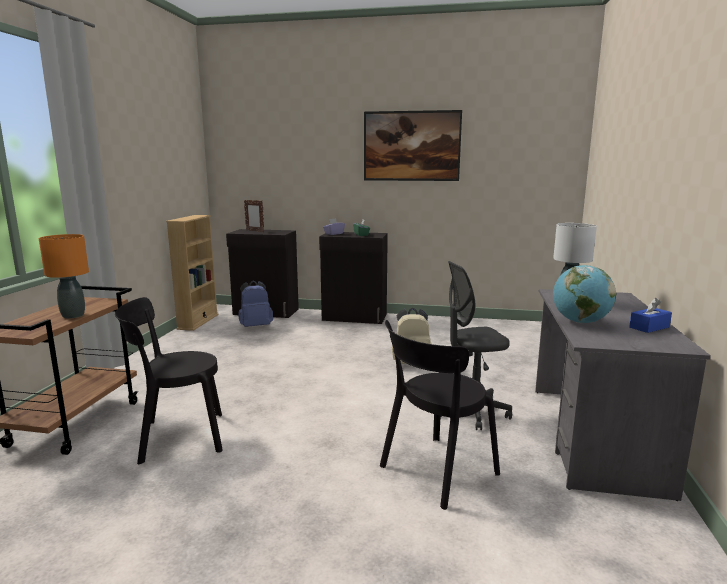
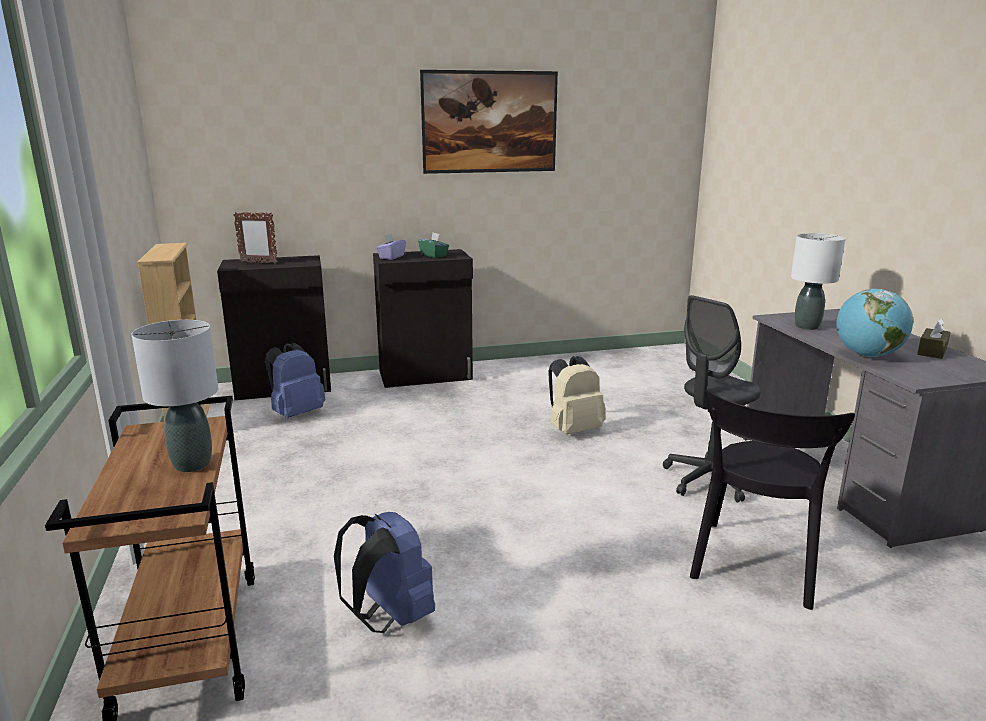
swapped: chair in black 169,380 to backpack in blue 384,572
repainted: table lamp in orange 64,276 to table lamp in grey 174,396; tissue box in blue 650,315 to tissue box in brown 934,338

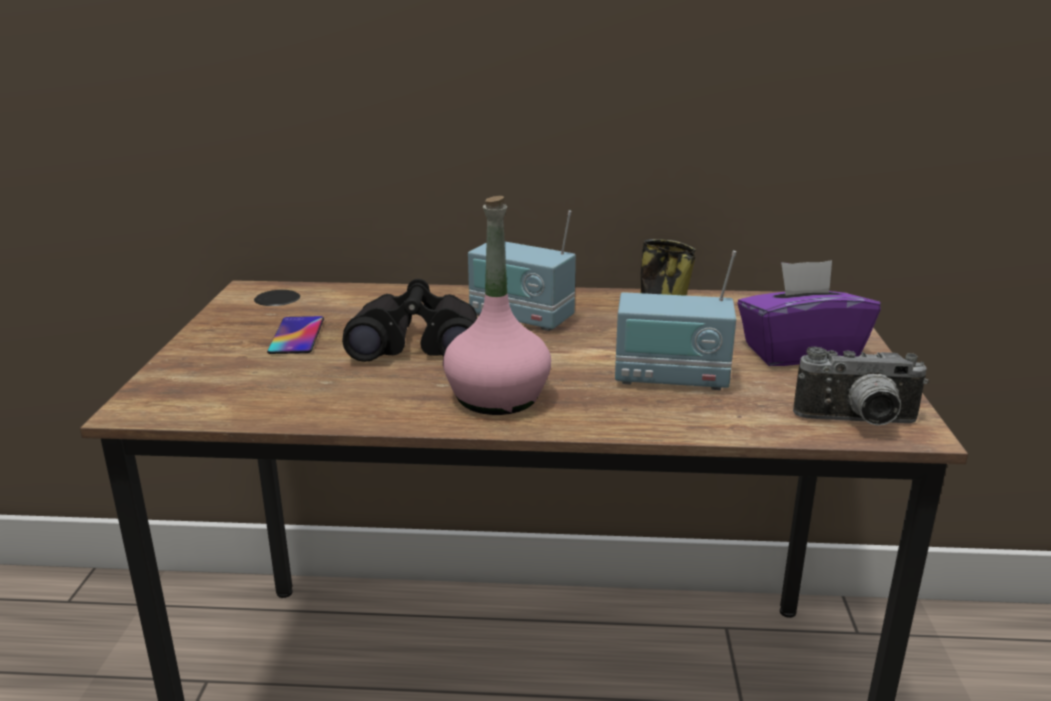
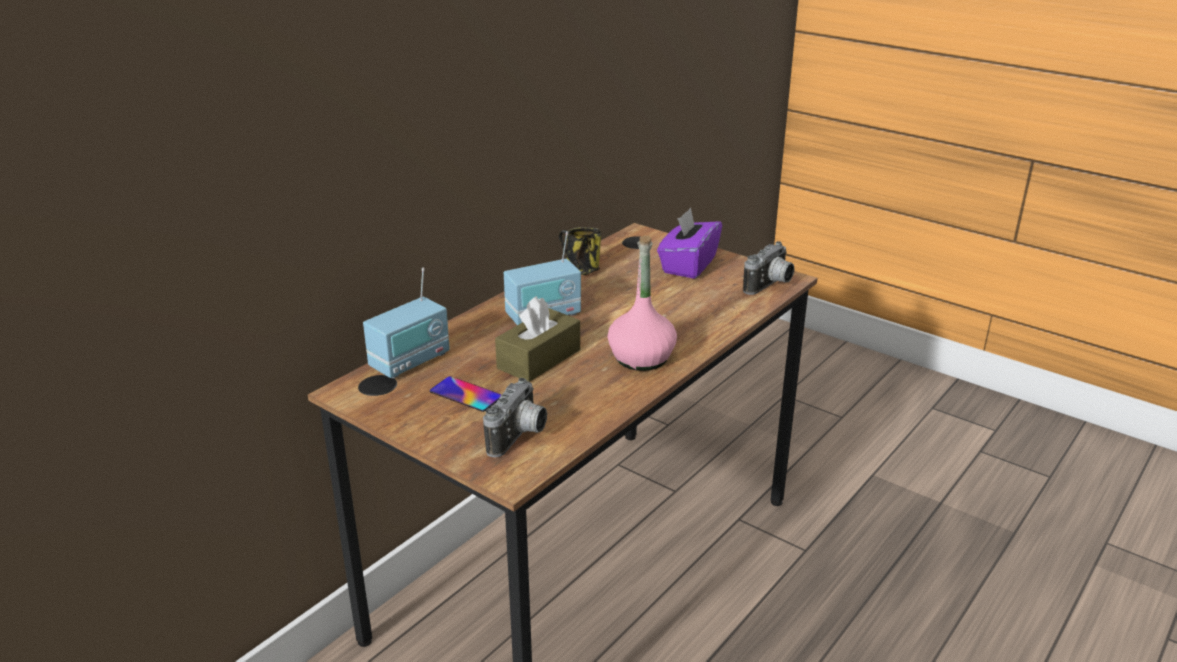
new: photo camera 515,417
shifted: radio 675,320 to 406,323
swapped: binoculars in black 409,320 to tissue box in brown 537,339

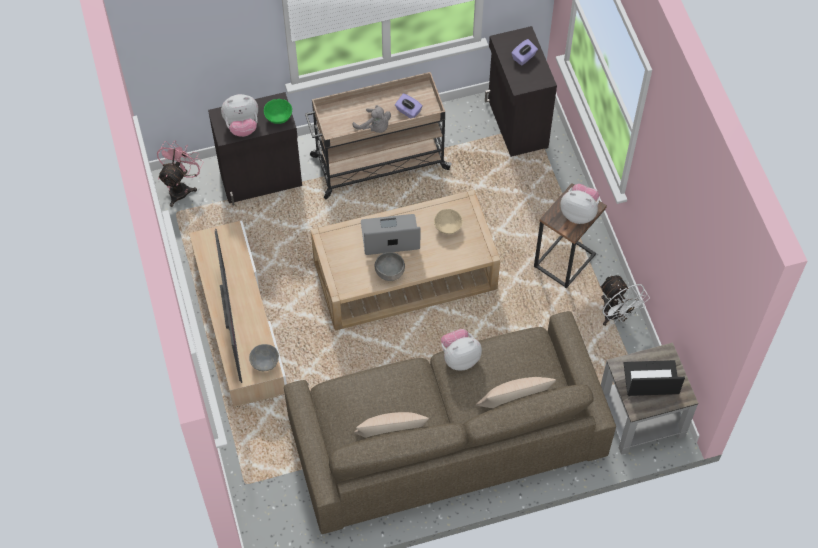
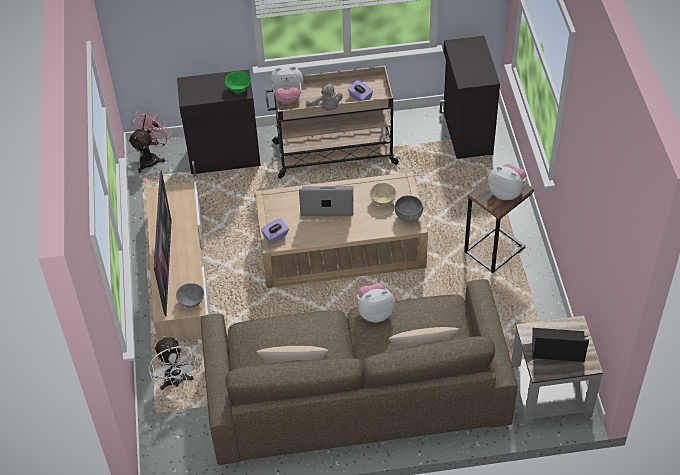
shifted: fan in white 625,300 to 173,363; tissue box in purple 524,52 to 275,231; plush toy 239,115 to 287,84; bowl in grey 390,266 to 408,208

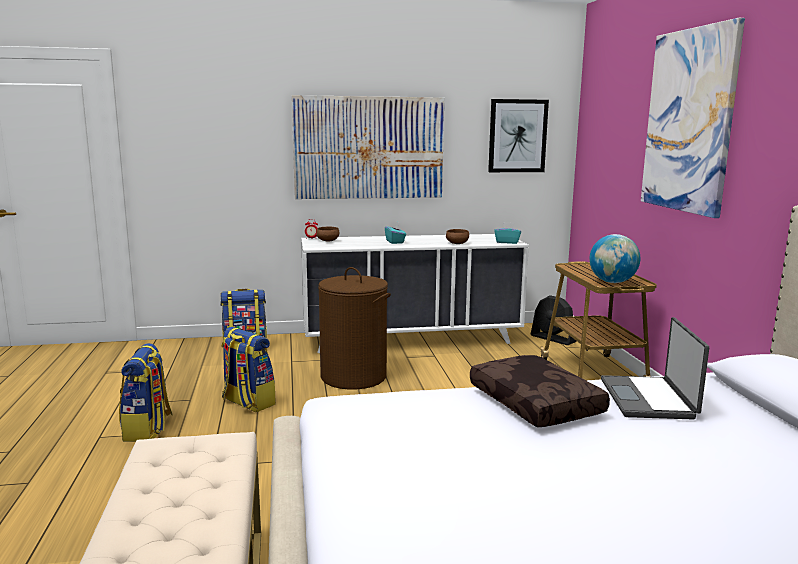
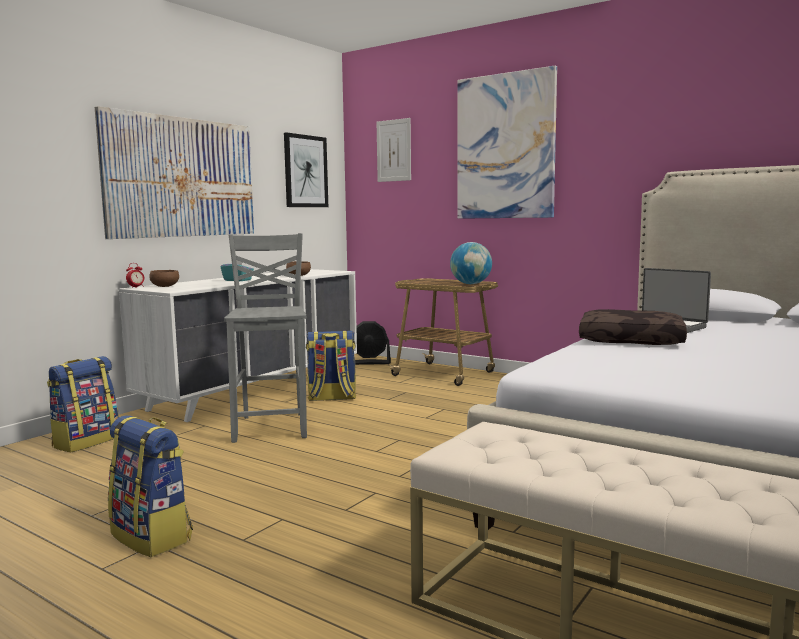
gone: tissue box in turquoise 507,233
new: picture 394,150
shifted: backpack 248,369 to 331,366
swapped: laundry basket in brown 354,328 to chair in grey 265,338

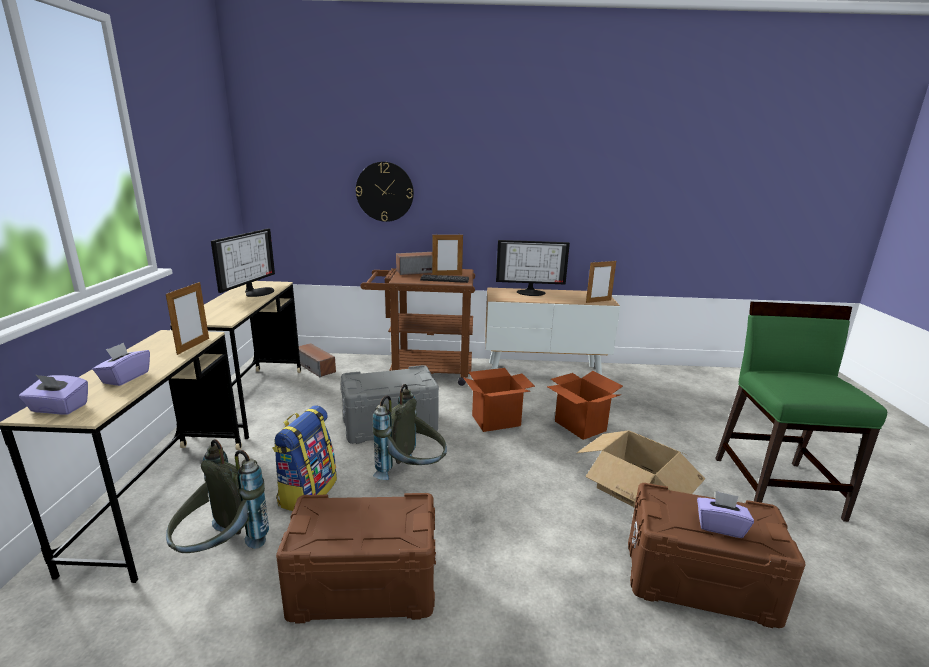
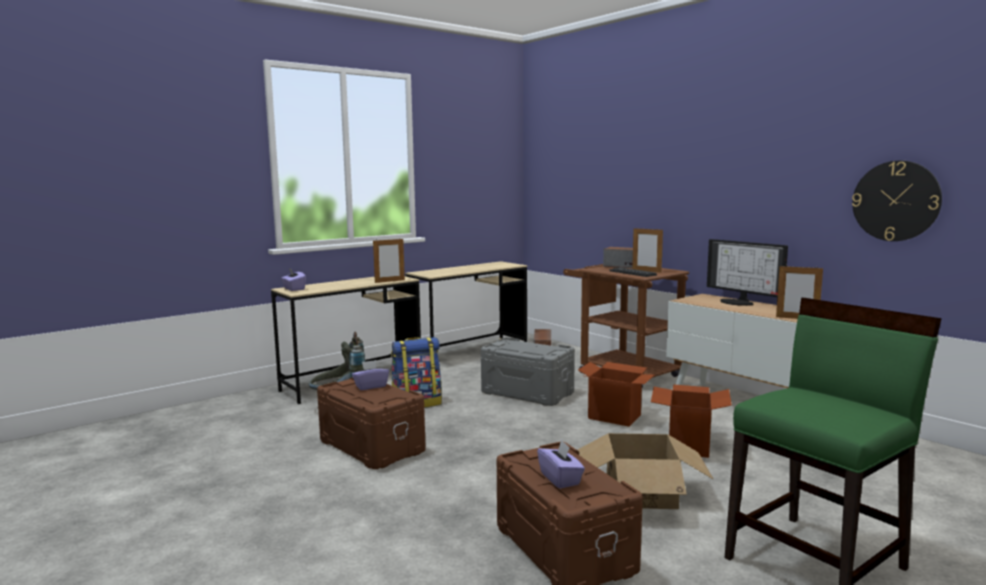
gone: monitor 243,262; backpack in grey 409,432
shifted: tissue box in purple 121,364 to 370,375; wall clock 385,192 to 897,201

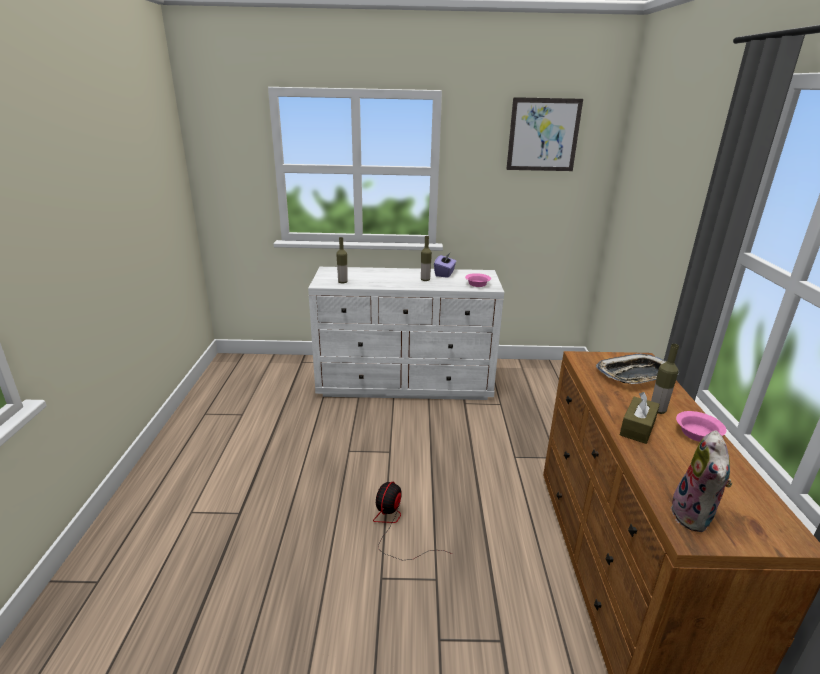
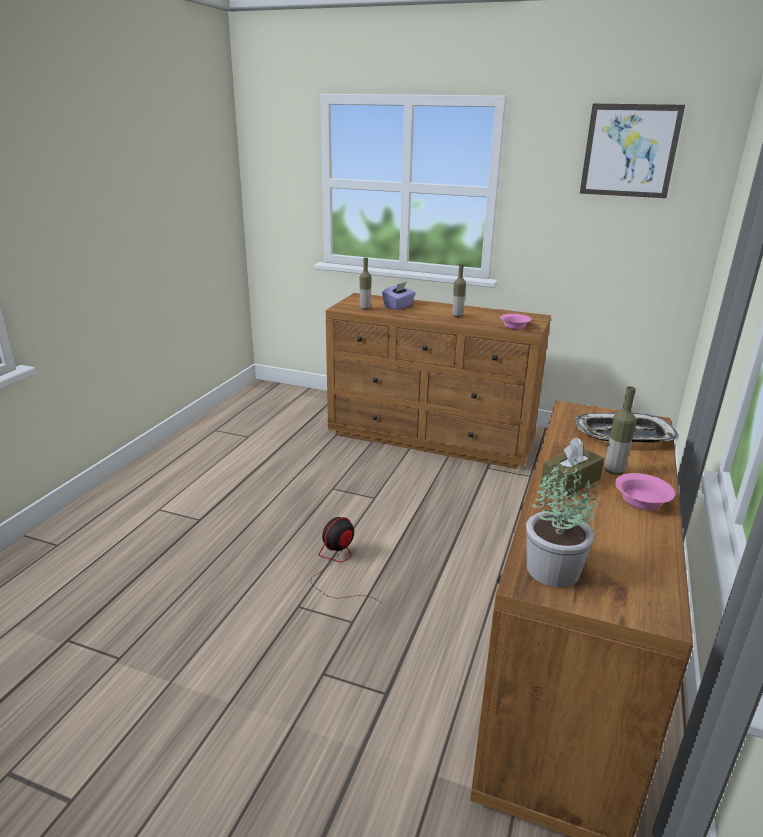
shifted: tissue box in purple 445,265 to 399,296
swapped: plush toy 701,481 to potted plant 561,523
repainted: dresser in white 406,333 to dresser in brown 438,381

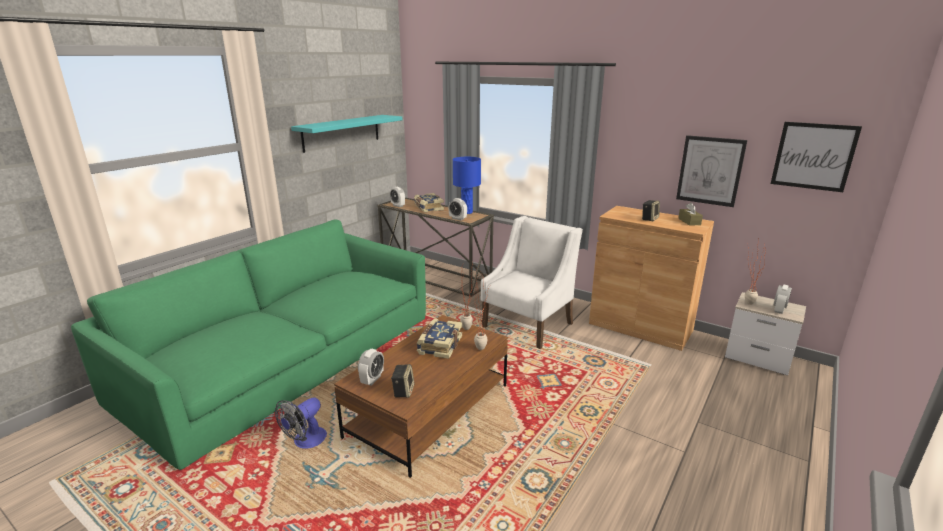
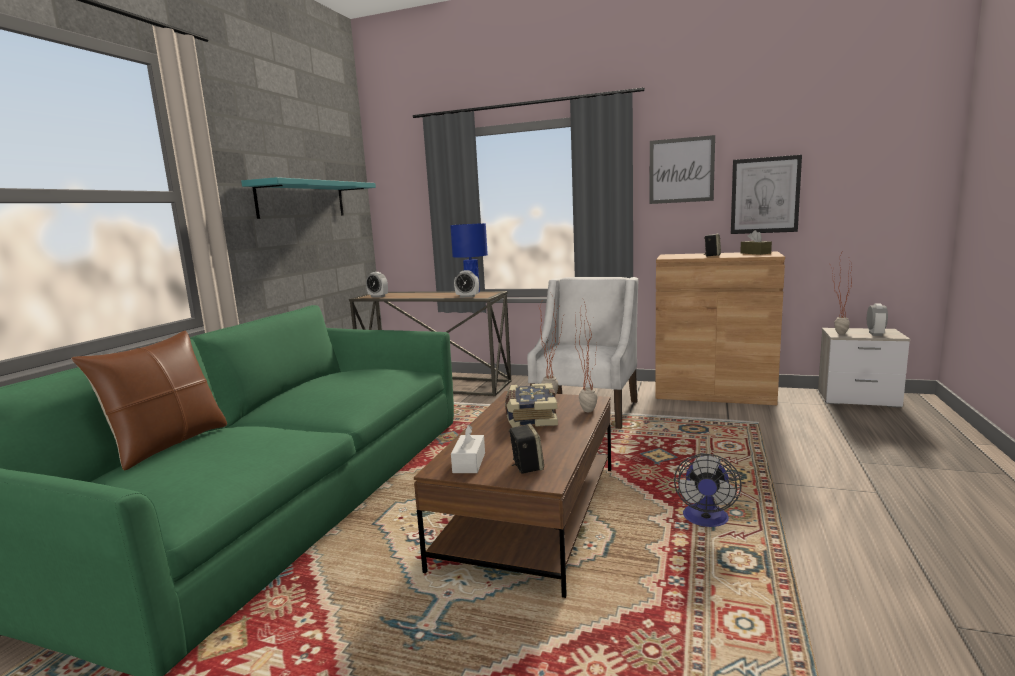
gone: book 429,202
new: pillow in brown 149,401
shifted: picture 816,157 to 682,169; fan 301,423 to 708,490
swapped: alarm clock 371,367 to tissue box in white 468,449

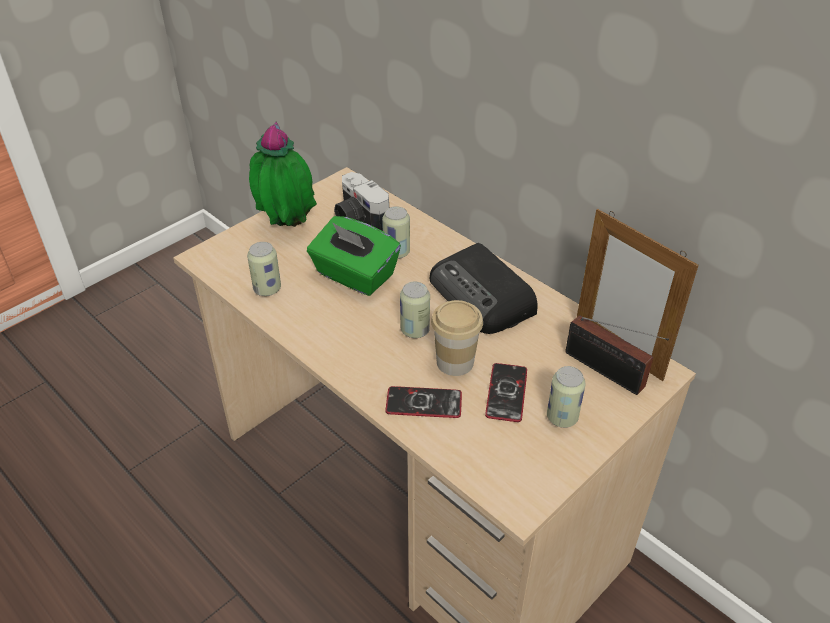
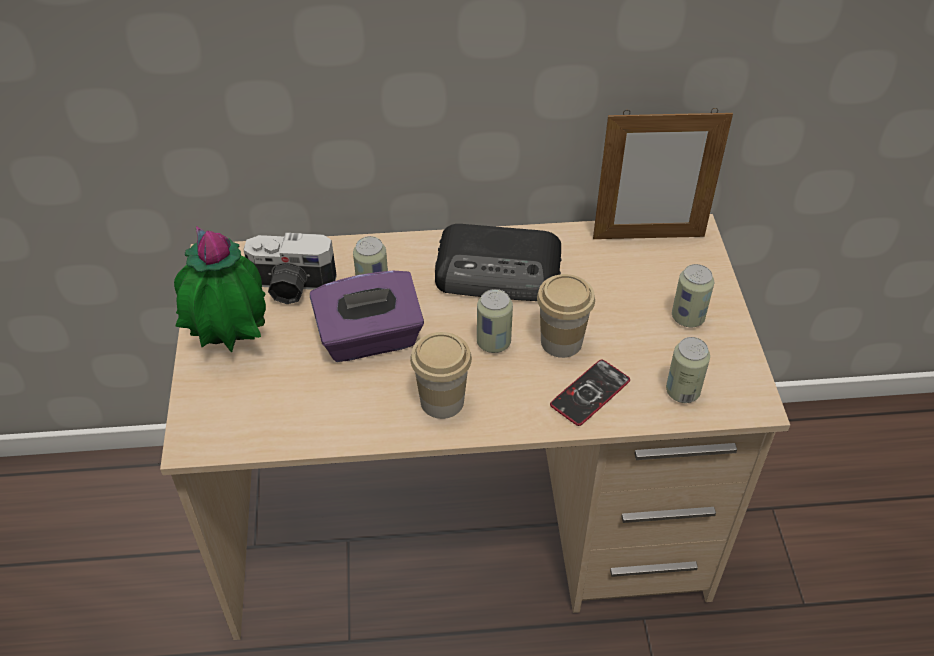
gone: phone 506,392; radio 617,355
new: cup 441,375
shifted: can 264,269 to 688,370
repainted: tissue box in green 354,256 to tissue box in purple 367,316

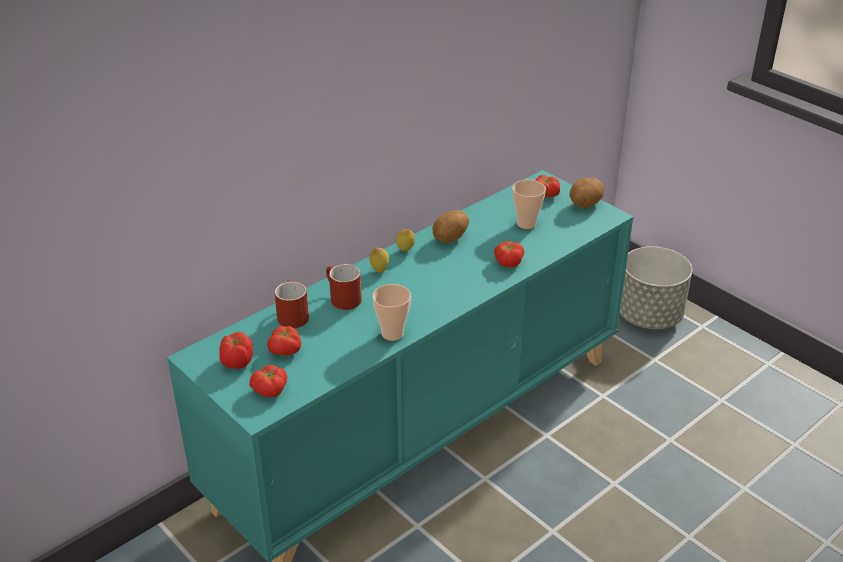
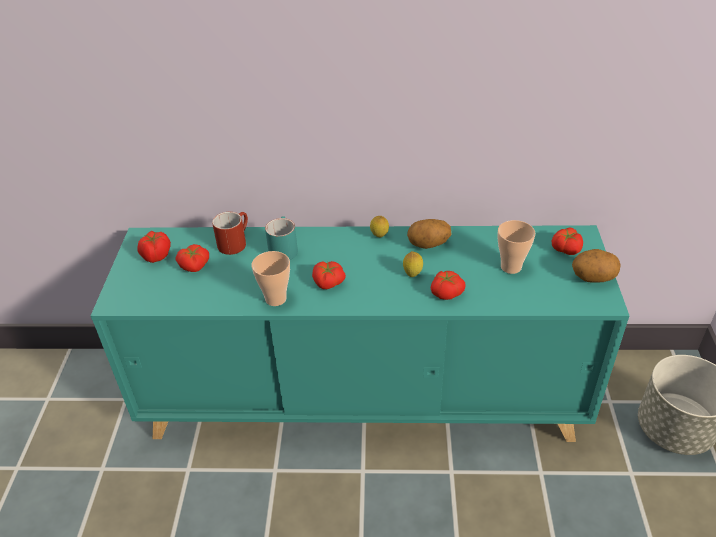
shifted: tomato 268,381 to 329,275; lemon 379,260 to 413,264
repainted: mug in red 344,287 to mug in turquoise 281,238

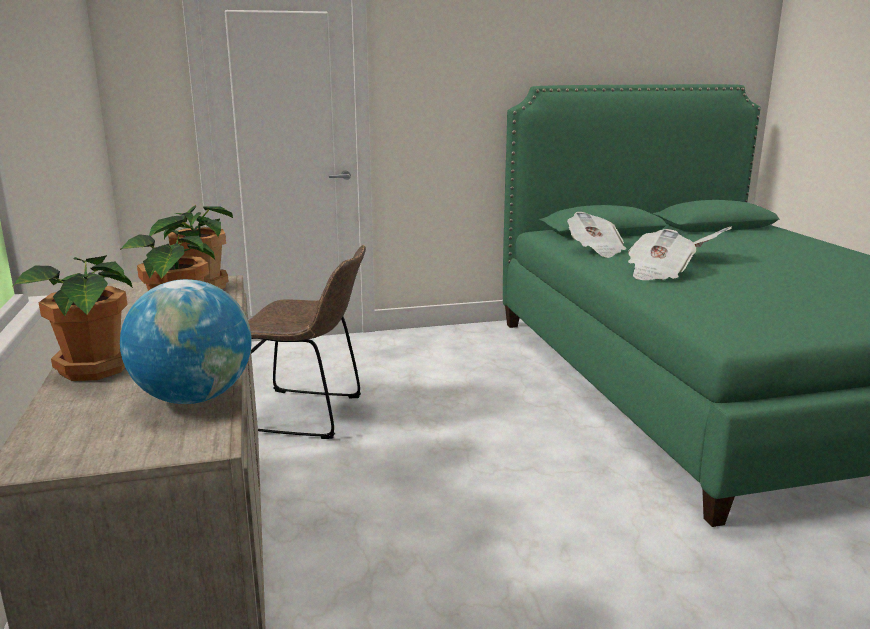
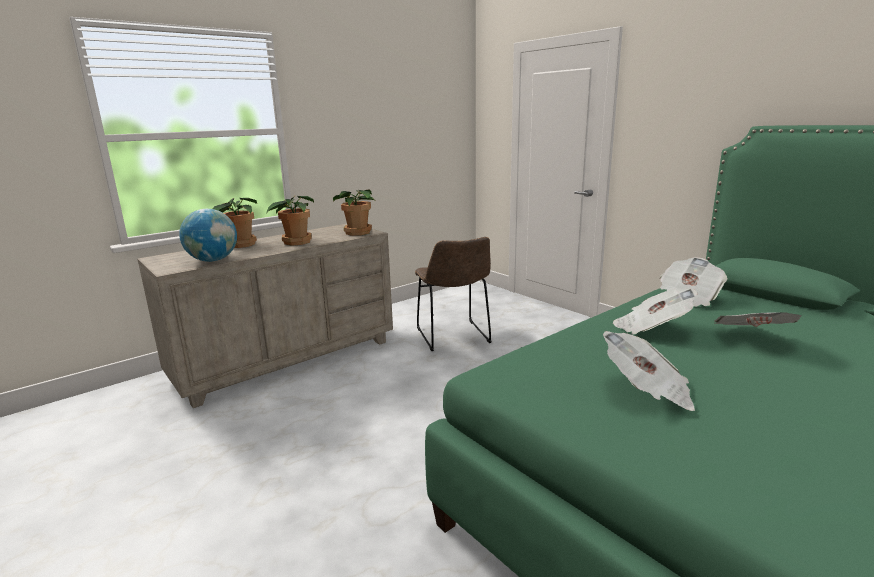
new: newspaper 649,371

